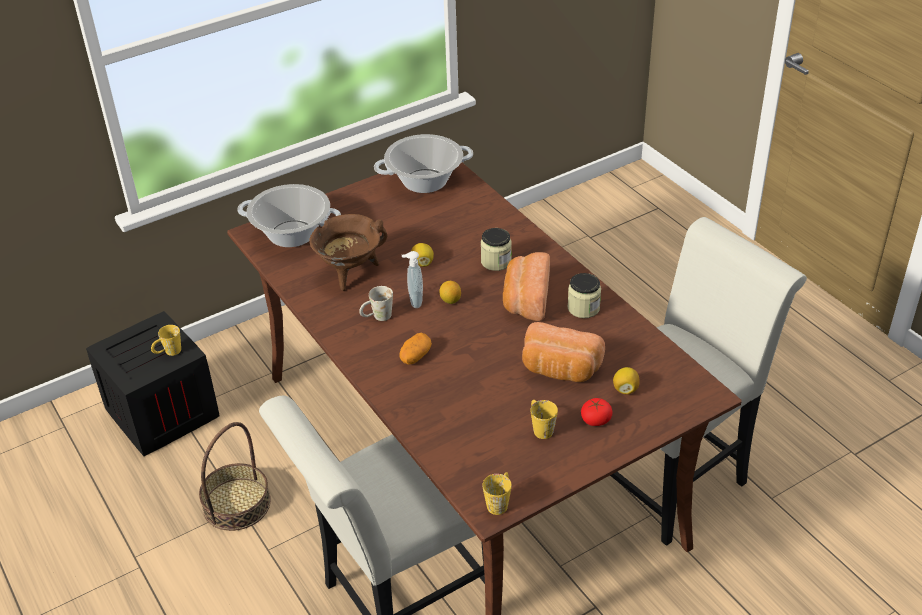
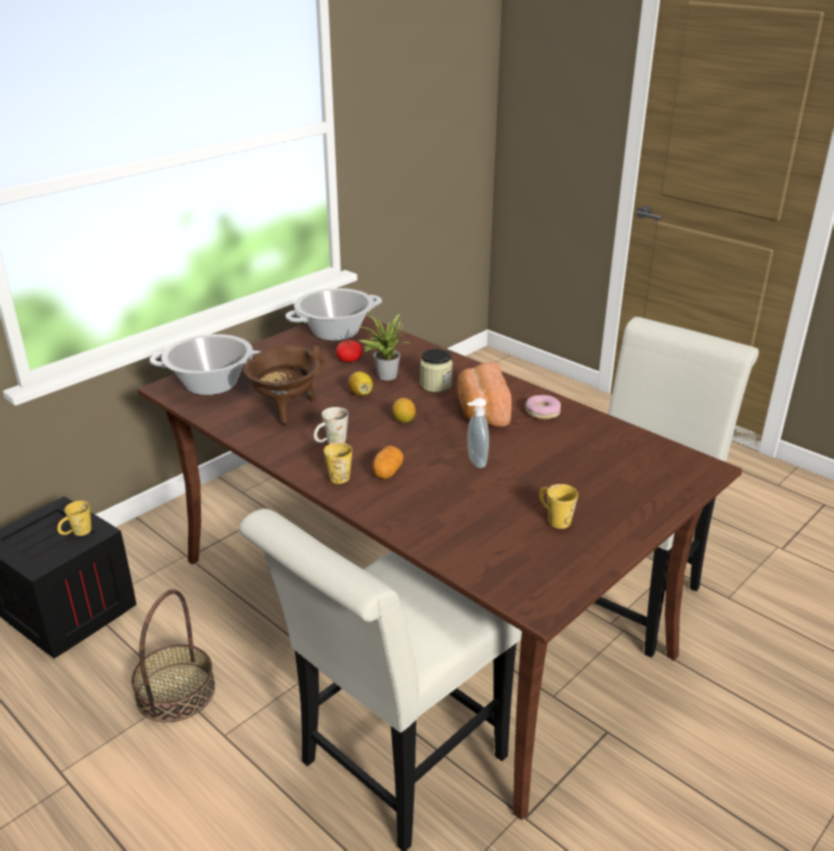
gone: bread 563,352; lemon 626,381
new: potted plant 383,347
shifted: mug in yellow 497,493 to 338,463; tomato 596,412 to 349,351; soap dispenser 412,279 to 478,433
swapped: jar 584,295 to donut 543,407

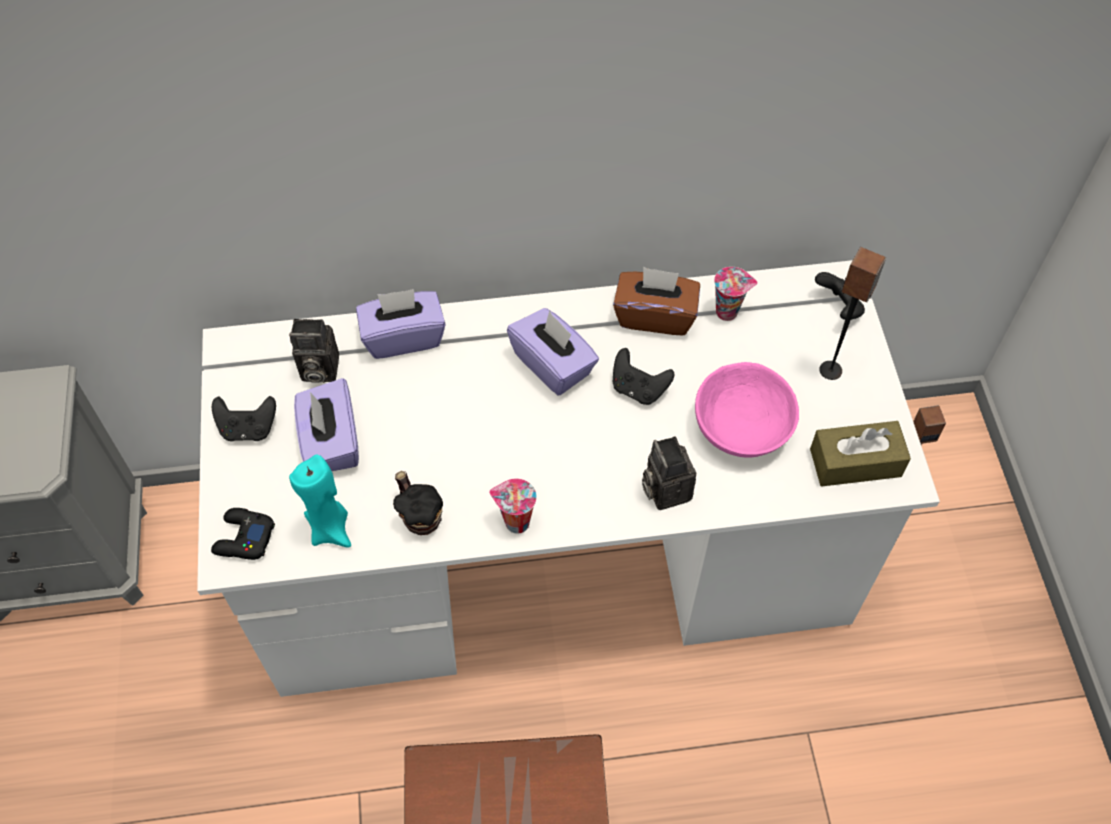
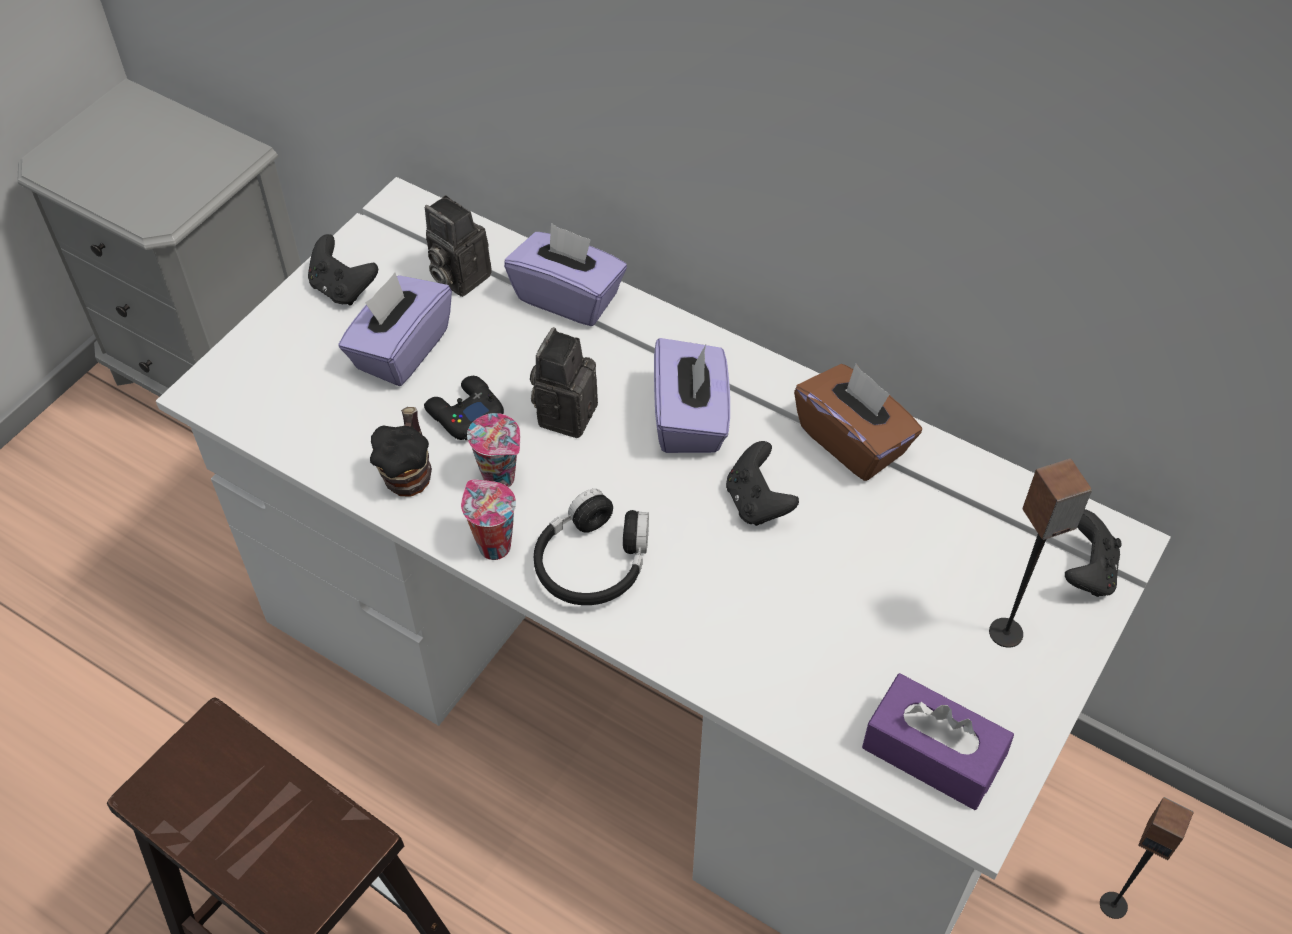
gone: candle in turquoise 320,501; bowl in pink 747,410
new: headphones in black 591,547
shifted: game controller in black 243,534 to 464,408; cup 736,294 to 493,450; photo camera 669,473 to 564,382
repainted: tissue box in brown 860,454 to tissue box in purple 938,741

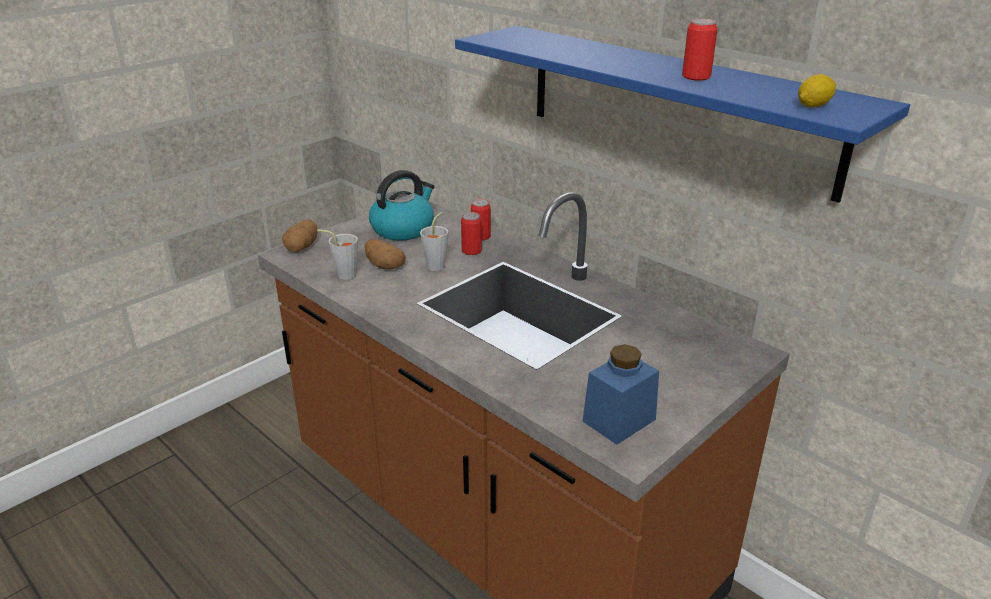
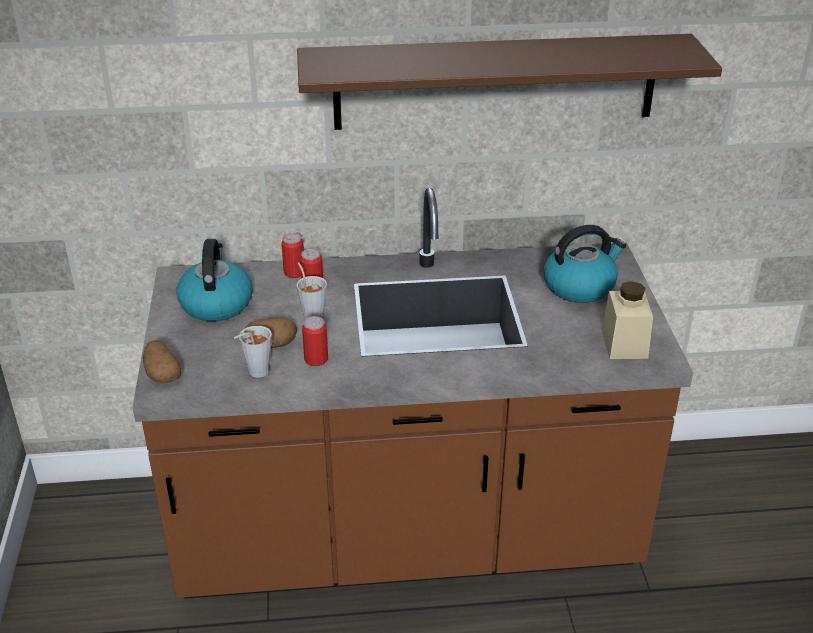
gone: lemon 817,91
new: kettle 584,264
shifted: can 700,49 to 315,341
repainted: shelf in blue 682,114 to shelf in brown 509,82; jar in blue 620,394 to jar in beige 627,320

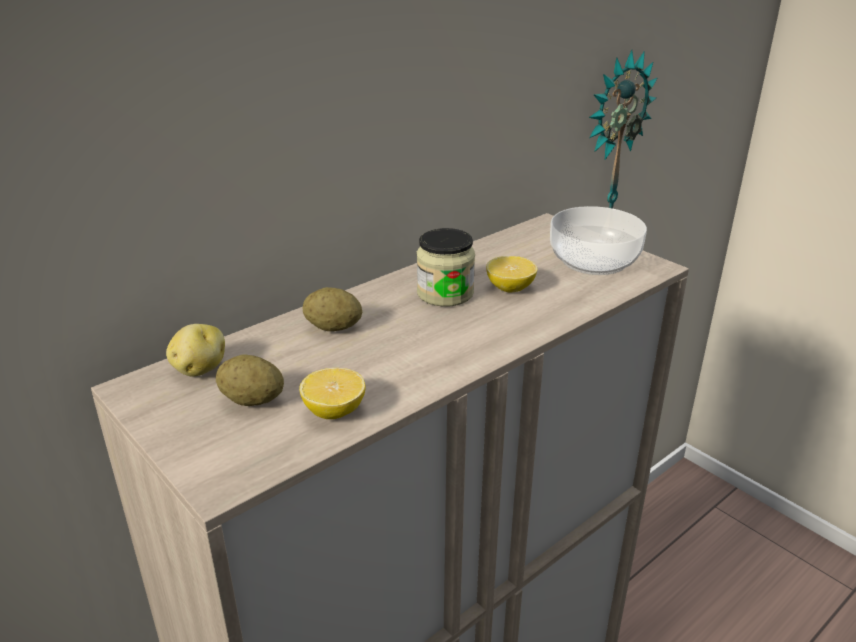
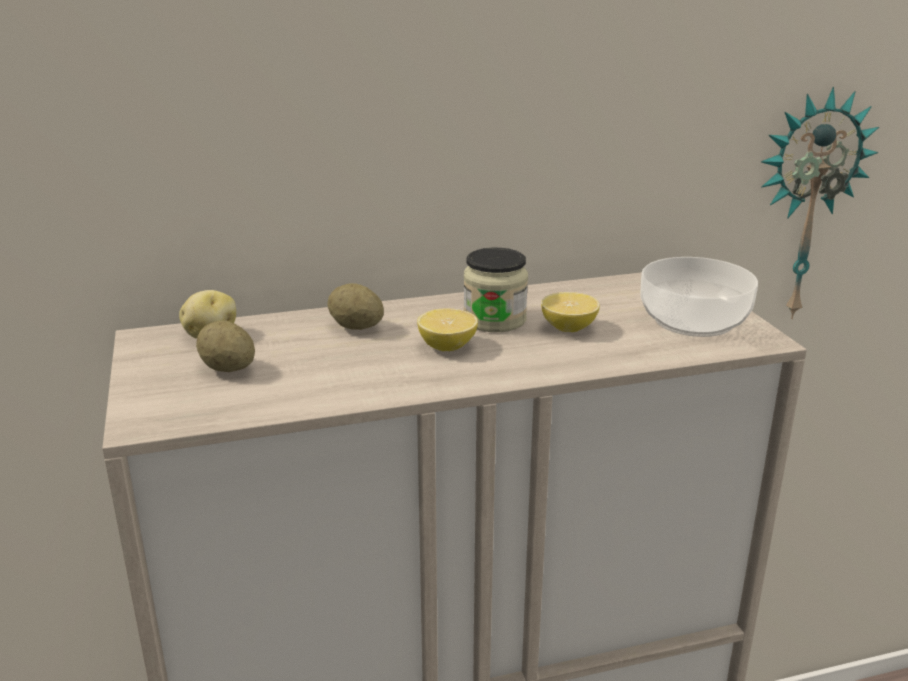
shifted: lemon 332,393 to 447,330

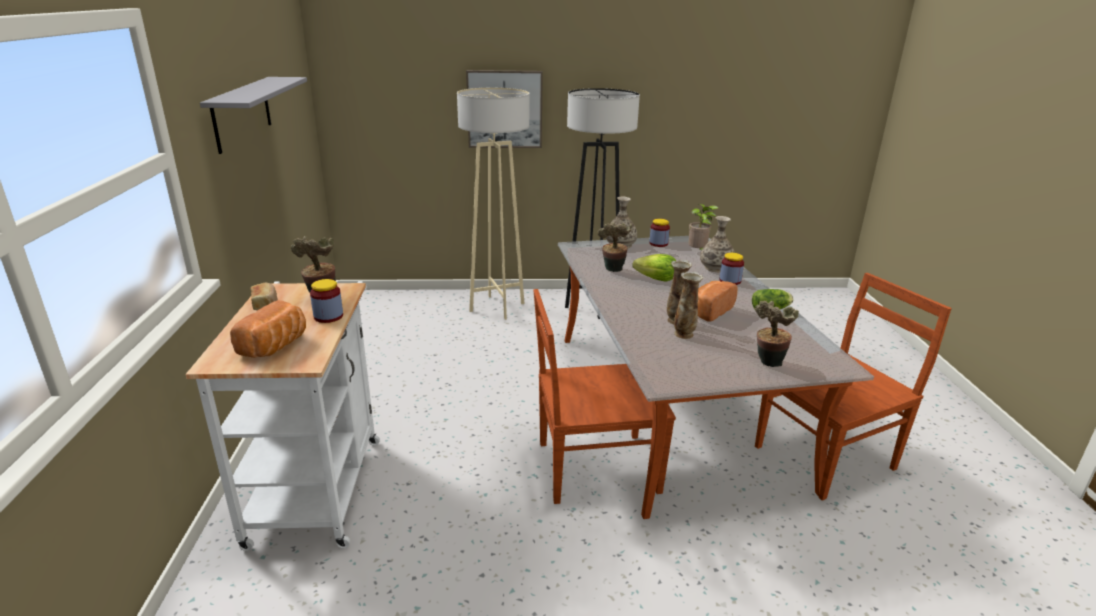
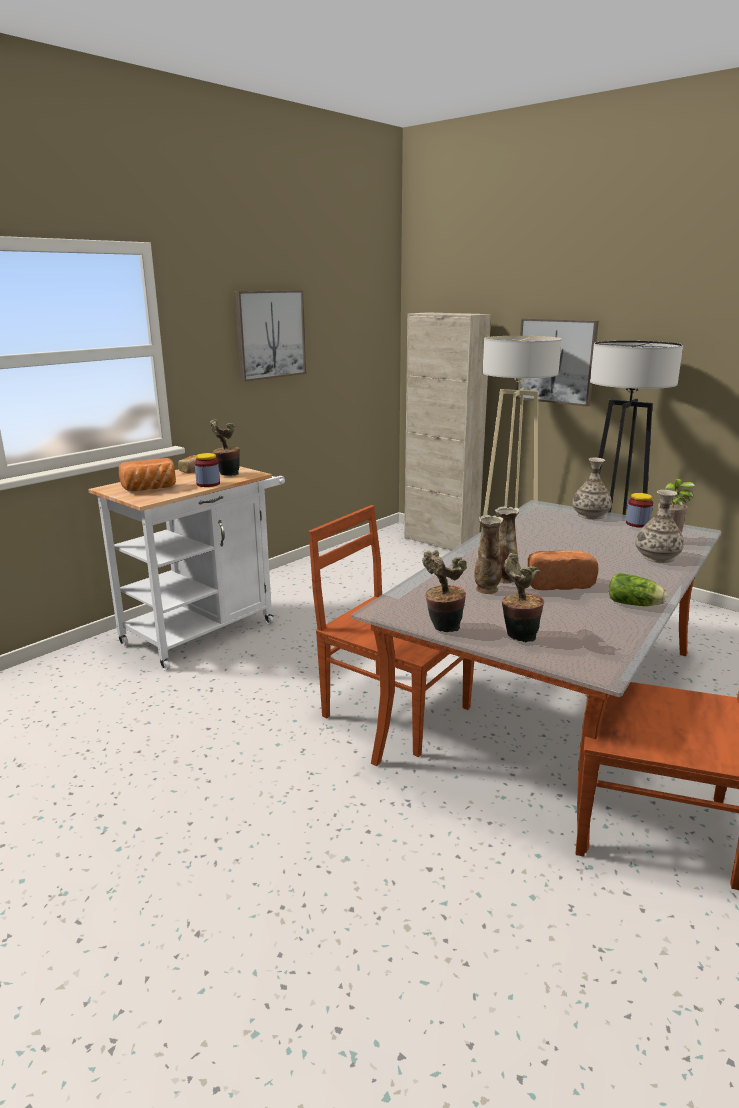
gone: lettuce 654,268; jar 731,269
new: cabinet in beige 447,431
shifted: potted plant 615,247 to 444,591
swapped: shelf in grey 253,115 to picture 270,336

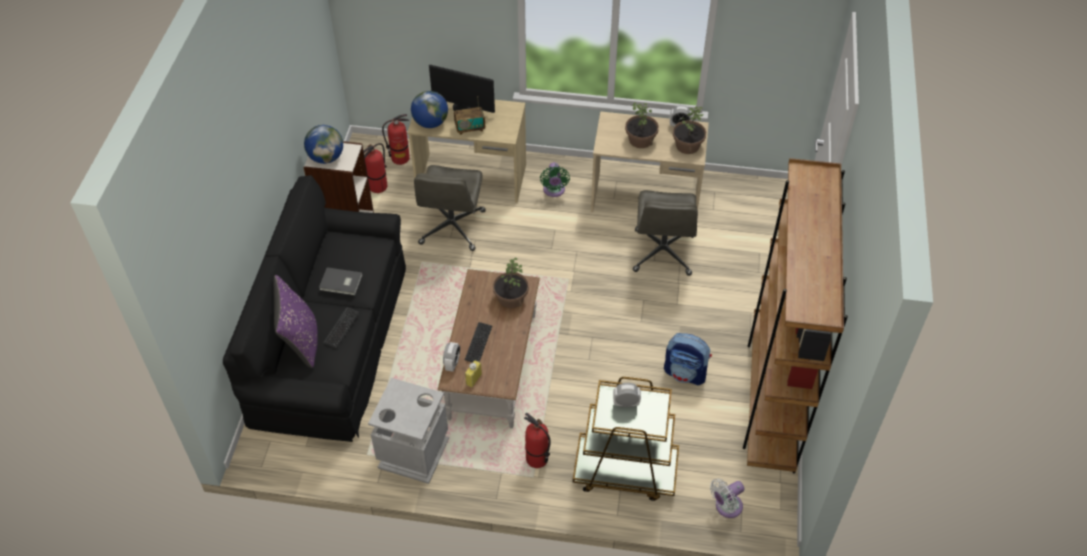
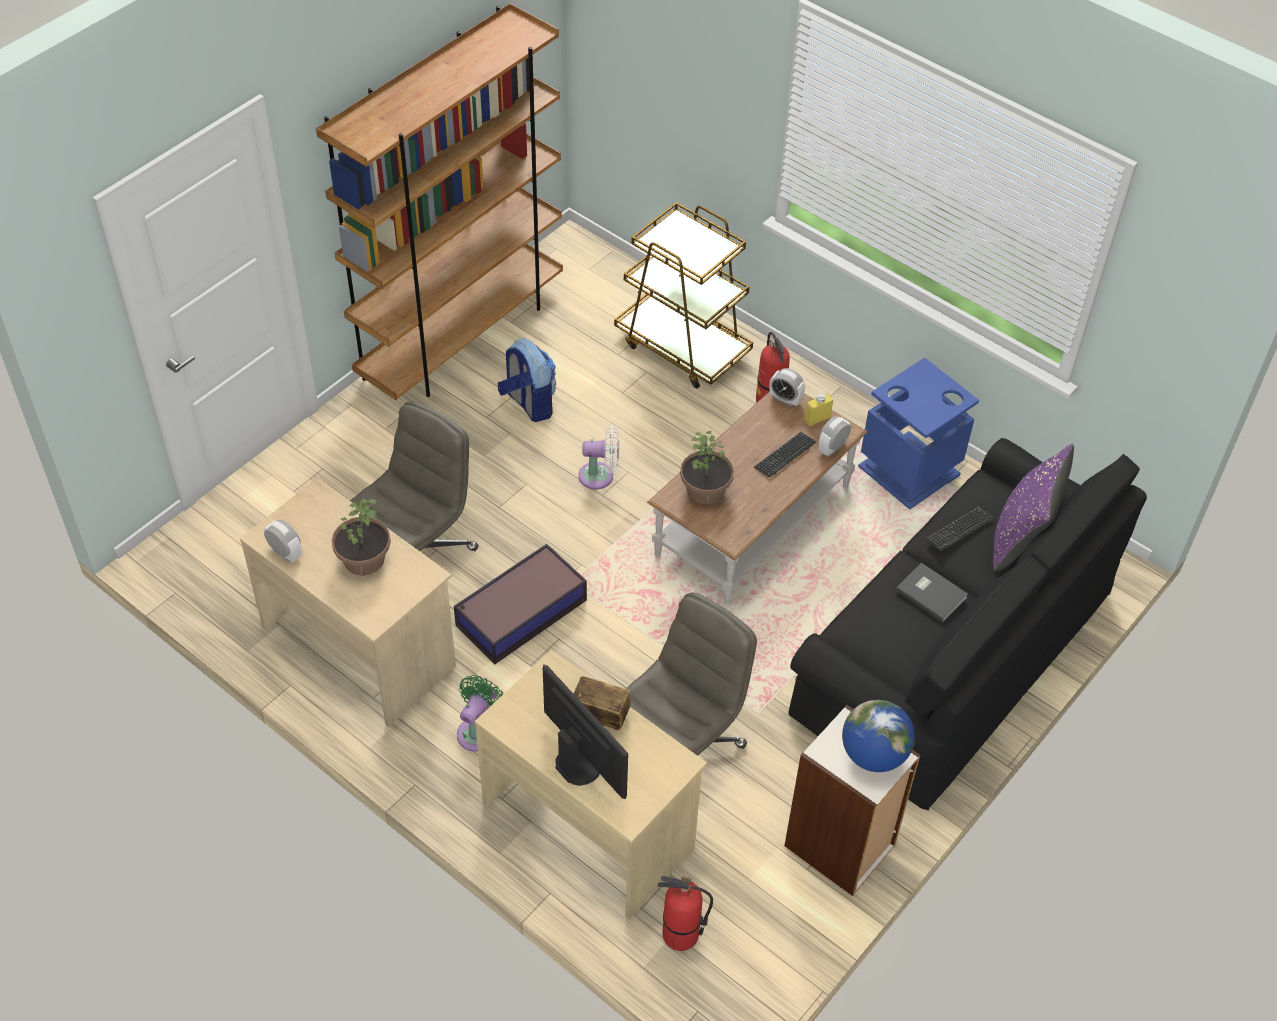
gone: fire extinguisher 375,168; globe 429,109; potted plant 689,130
new: storage box 520,604
shifted: fan in white 727,498 to 598,457; alarm clock 627,395 to 787,387
repainted: trash can in grey 408,431 to trash can in blue 918,434

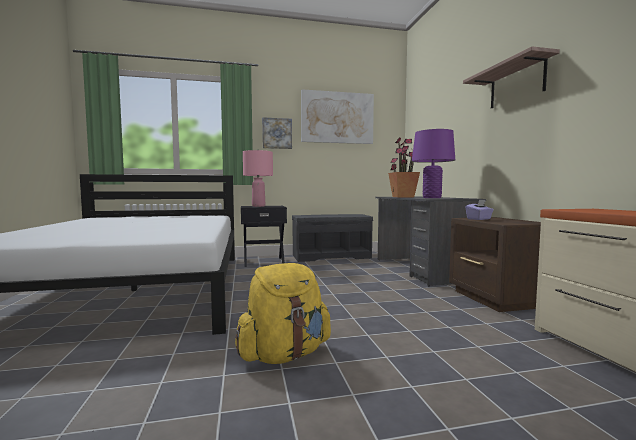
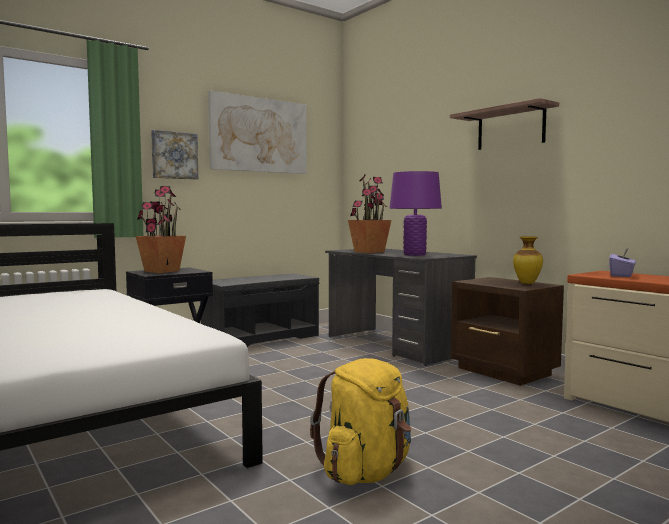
new: vase 528,260
shifted: tissue box in purple 479,210 to 622,263
swapped: table lamp in pink 258,178 to potted plant 161,229

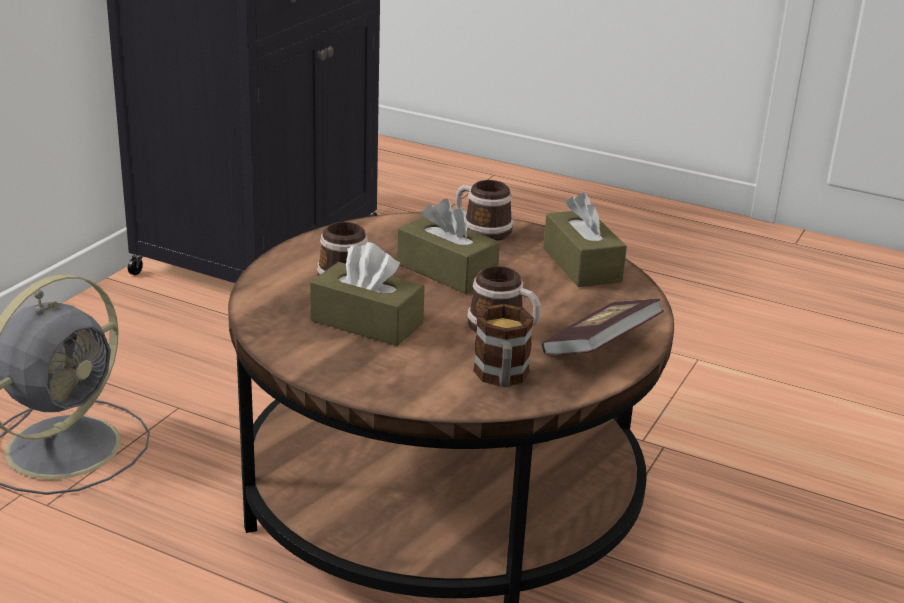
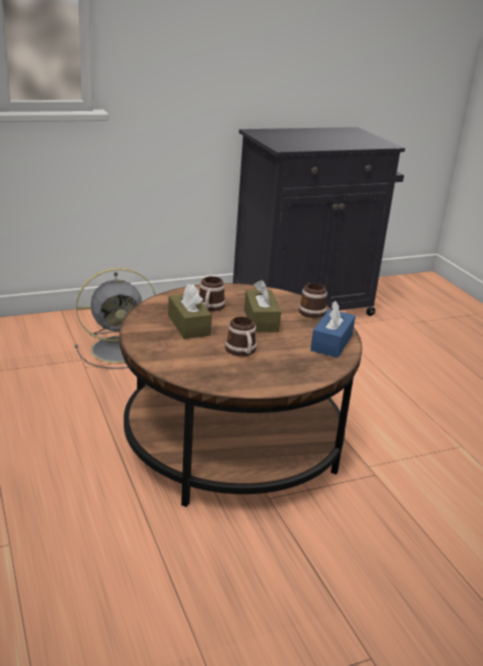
gone: mug 503,345; book 603,327
repainted: tissue box in brown 585,240 to tissue box in blue 333,329

